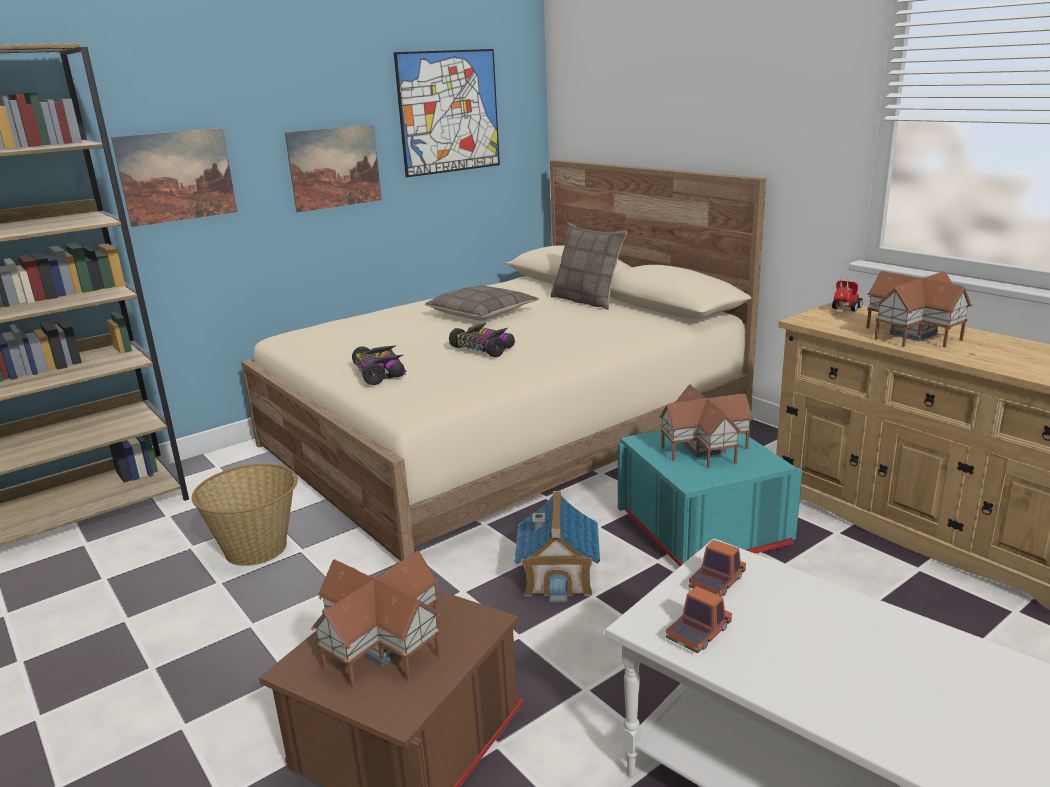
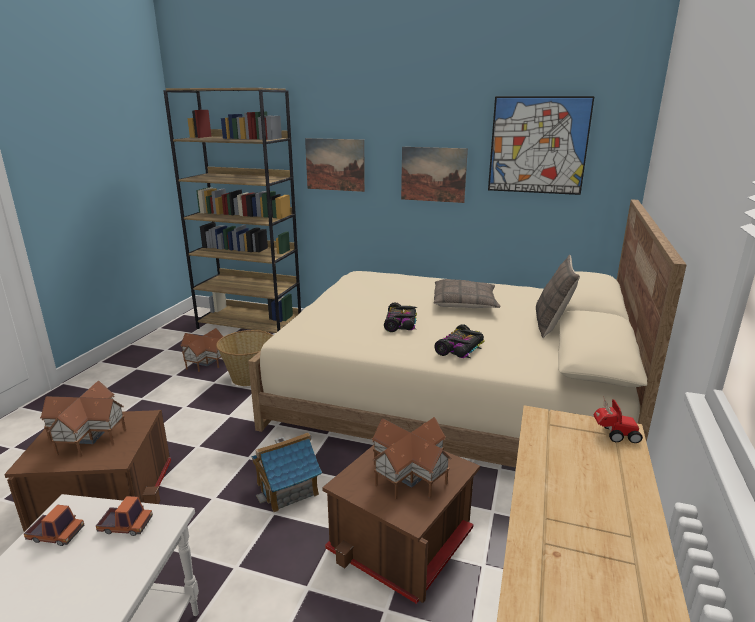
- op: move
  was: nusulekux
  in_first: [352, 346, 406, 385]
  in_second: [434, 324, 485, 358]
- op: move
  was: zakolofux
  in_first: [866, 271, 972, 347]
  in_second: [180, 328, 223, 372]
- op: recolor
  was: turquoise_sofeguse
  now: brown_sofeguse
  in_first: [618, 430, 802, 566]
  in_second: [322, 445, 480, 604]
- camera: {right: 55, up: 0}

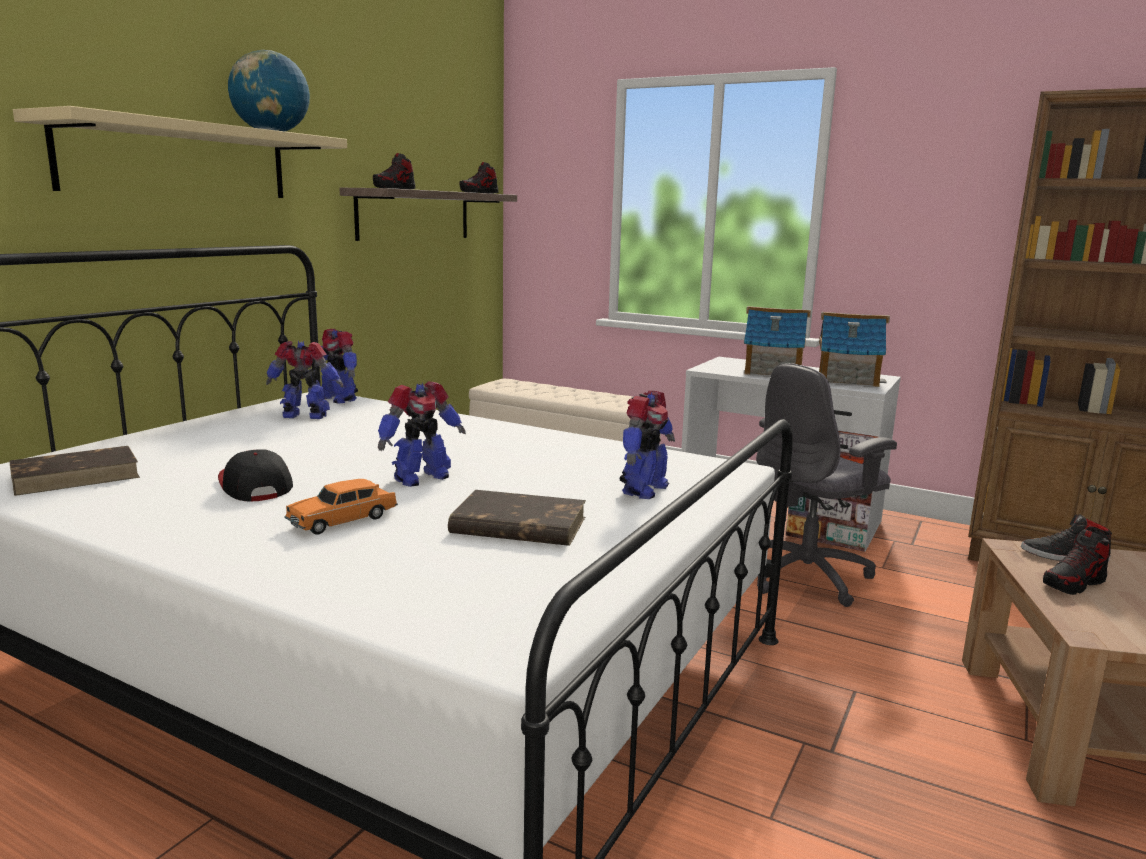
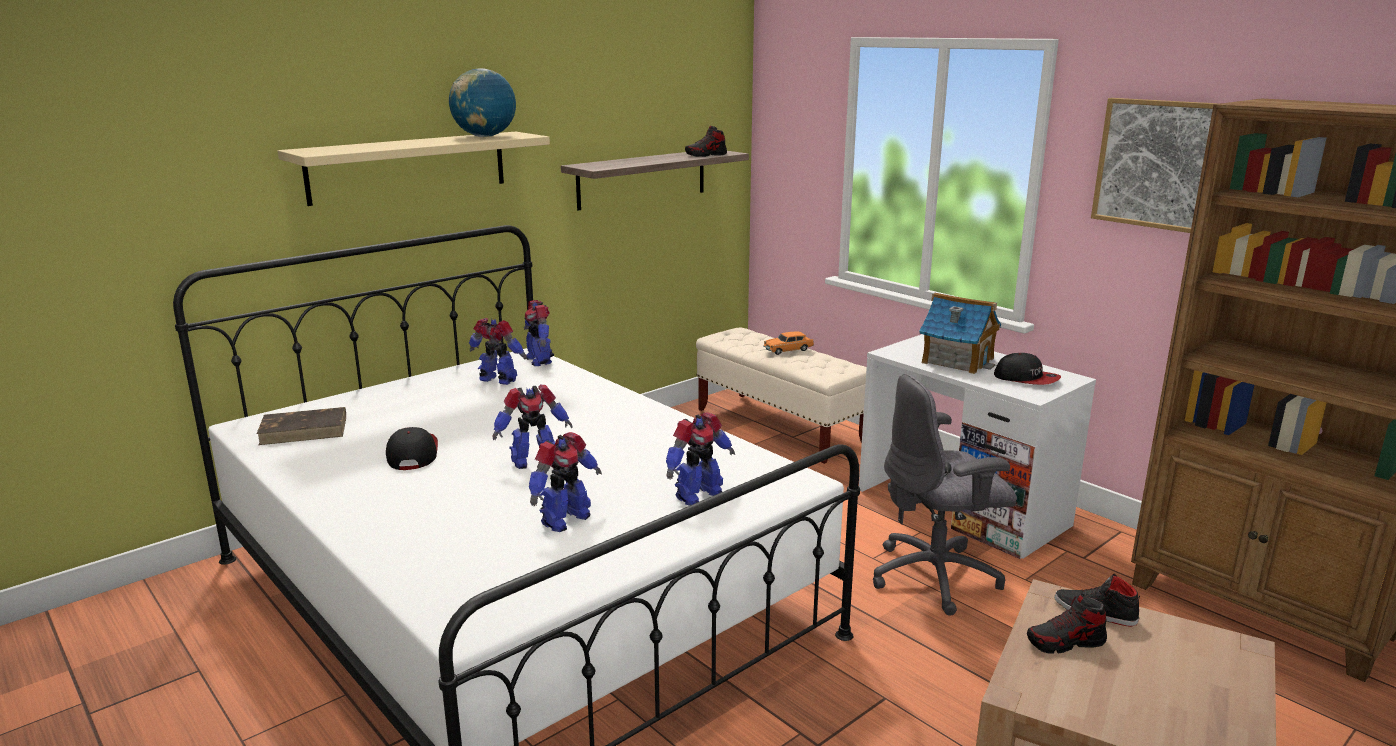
- op: delete
  was: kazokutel
  in_first: [373, 153, 416, 189]
- op: insert
  now: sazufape
  in_second: [1091, 98, 1220, 233]
- op: move
  was: orange_nusulekux
  in_first: [284, 479, 398, 535]
  in_second: [763, 331, 814, 355]
- op: replace
  was: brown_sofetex
  now: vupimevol
  in_first: [448, 490, 586, 546]
  in_second: [529, 432, 602, 532]
- op: replace
  was: zakolofux
  now: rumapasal
  in_first: [819, 312, 890, 387]
  in_second: [994, 353, 1061, 385]
- camera: {right: 20, up: 5}

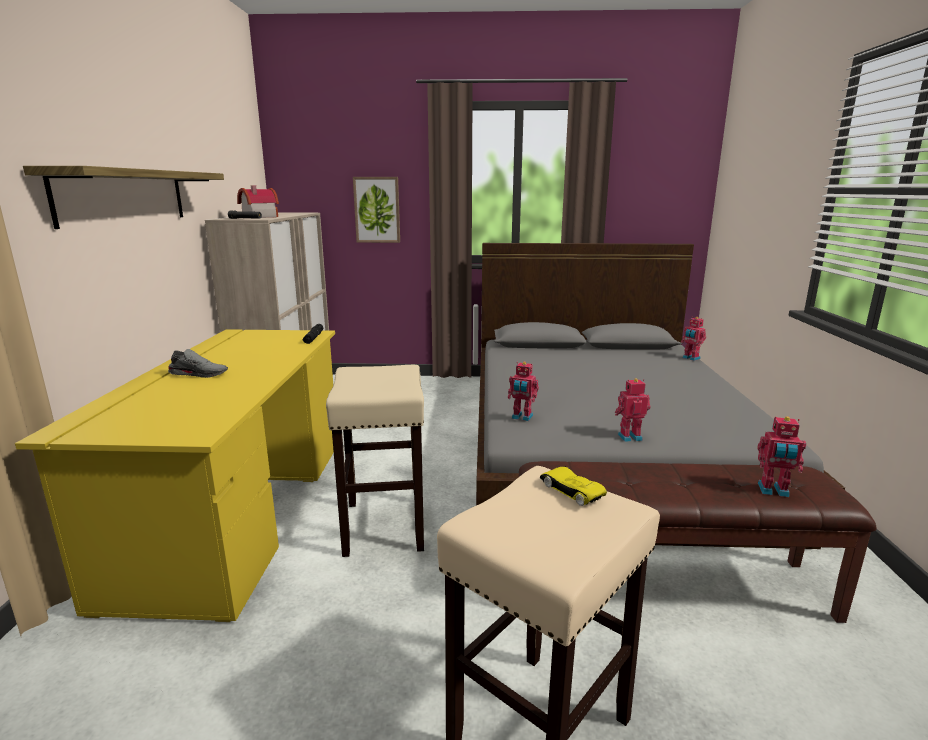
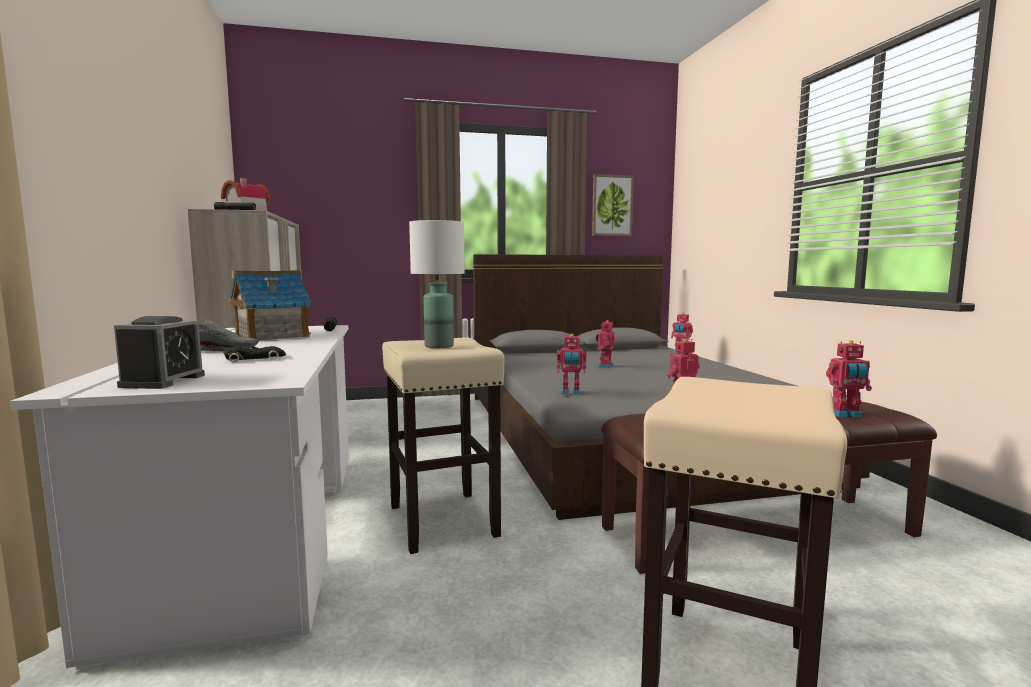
- op: delete
  was: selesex
  in_first: [23, 166, 224, 229]
- op: delete
  was: yellow_nusulekux
  in_first: [540, 466, 607, 506]
- op: insert
  now: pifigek
  in_second: [114, 316, 205, 389]
- op: insert
  now: black_nusulekux
  in_second: [223, 345, 286, 363]
- op: insert
  now: zakolofux
  in_second: [229, 270, 312, 340]
- op: insert
  now: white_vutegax
  in_second: [409, 220, 465, 348]
- op: insert
  now: vupimevol
  in_second: [596, 320, 615, 368]
- op: move
  was: sazufape
  in_first: [353, 177, 400, 243]
  in_second: [592, 174, 634, 236]
- op: recolor
  was: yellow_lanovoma
  now: white_lanovoma
  in_first: [15, 329, 335, 622]
  in_second: [10, 325, 349, 670]
- camera: {right: -15, up: -10}

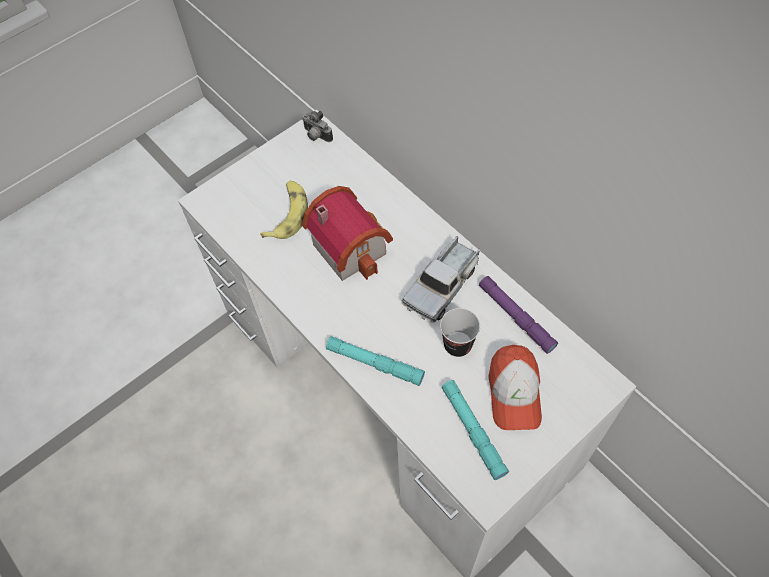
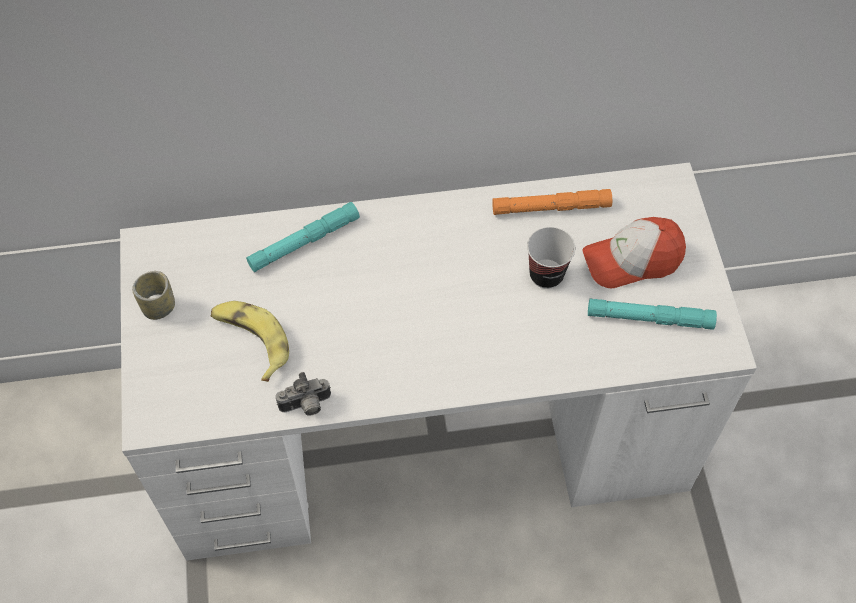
- op: delete
  was: zakolofux
  in_first: [302, 186, 393, 281]
- op: delete
  was: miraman
  in_first: [402, 236, 480, 323]
- op: insert
  now: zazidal
  in_second: [132, 271, 175, 320]
- op: move
  was: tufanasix
  in_first: [302, 111, 333, 142]
  in_second: [276, 372, 331, 416]
- op: move
  was: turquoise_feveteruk
  in_first: [326, 336, 425, 386]
  in_second: [246, 202, 360, 272]
- op: recolor
  was: purple_feveteruk
  now: orange_feveteruk
  in_first: [479, 276, 558, 354]
  in_second: [492, 189, 612, 215]
- op: rotate
  was: rumapasal
  in_first: [488, 345, 542, 430]
  in_second: [582, 217, 686, 288]
  clockwise: 135
- camera: {right: -60, up: 0}

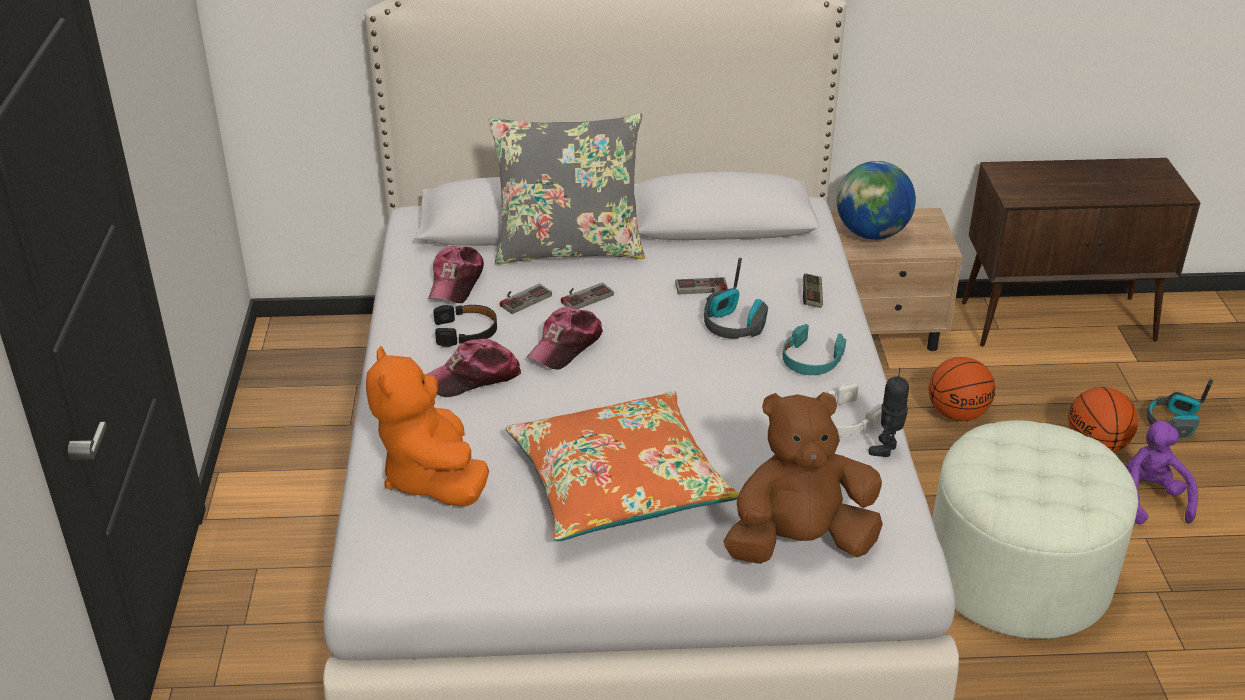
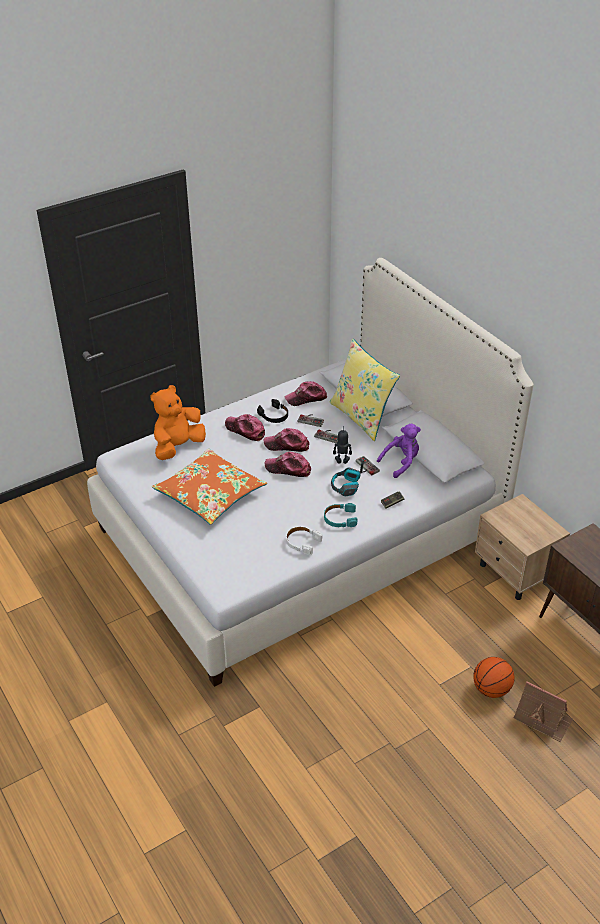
- op: delete
  was: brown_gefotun
  in_first: [723, 392, 883, 564]
- op: delete
  was: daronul
  in_first: [837, 161, 916, 240]
- op: delete
  was: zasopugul
  in_first: [929, 357, 995, 421]
- op: delete
  was: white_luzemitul
  in_first: [932, 420, 1138, 639]
- op: insert
  now: rumapasal
  in_second: [265, 452, 311, 477]
- op: move
  was: vupimevol
  in_first: [869, 368, 909, 457]
  in_second: [333, 430, 352, 464]
- op: move
  was: purple_gefotun
  in_first: [1125, 421, 1198, 525]
  in_second: [377, 424, 421, 478]
- op: replace
  was: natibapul
  now: zakolofux
  in_first: [1146, 378, 1213, 438]
  in_second: [514, 681, 573, 742]
- op: recolor
  was: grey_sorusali
  now: yellow_sorusali
  in_first: [488, 113, 645, 265]
  in_second: [329, 338, 400, 441]
- camera: {right: 60, up: 5}

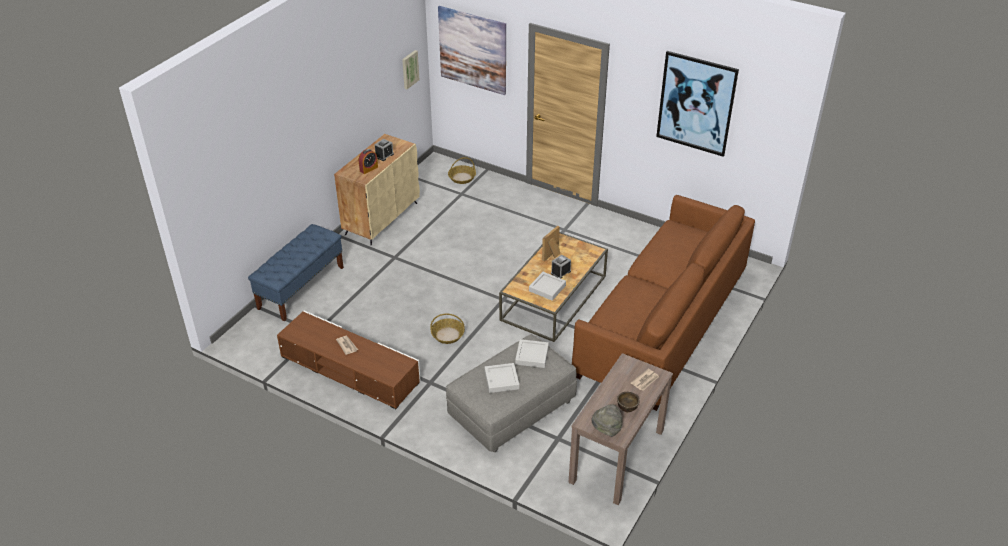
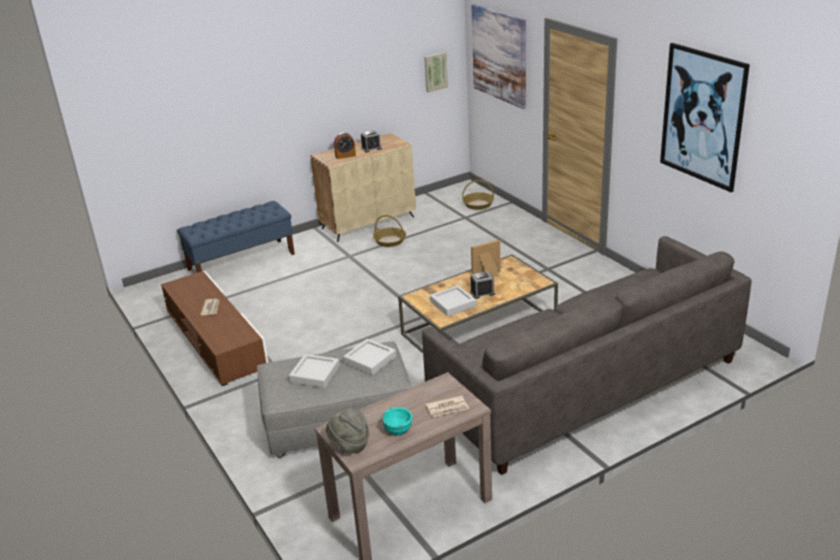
- op: move
  was: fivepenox
  in_first: [430, 313, 465, 344]
  in_second: [373, 215, 406, 247]
- op: recolor
  was: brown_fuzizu
  now: grey_fuzizu
  in_first: [572, 195, 755, 411]
  in_second: [422, 236, 751, 475]
- op: recolor
  was: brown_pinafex
  now: turquoise_pinafex
  in_first: [617, 392, 640, 412]
  in_second: [382, 407, 413, 435]
- camera: {right: 30, up: -10}

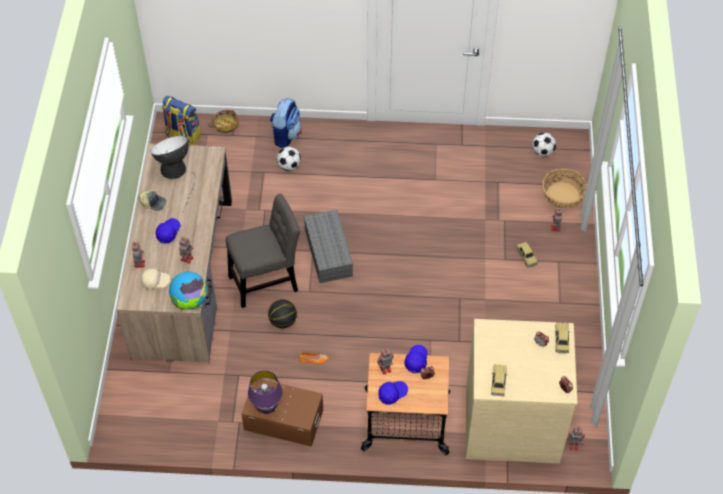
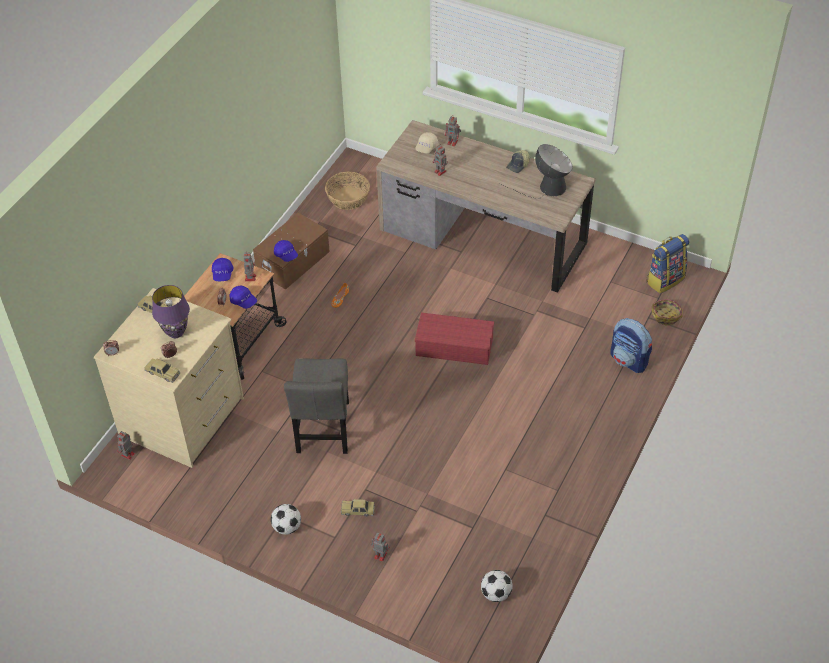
- op: delete
  was: daronul
  in_first: [169, 272, 207, 310]
- op: delete
  was: zasopugul
  in_first: [268, 300, 297, 328]
- op: move
  was: blue_rumapasal
  in_first: [156, 218, 180, 244]
  in_second: [274, 240, 298, 262]
- op: move
  was: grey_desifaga
  in_first: [226, 194, 300, 308]
  in_second: [284, 358, 349, 454]
- op: move
  was: purple_vutegax
  in_first: [248, 370, 282, 414]
  in_second: [152, 285, 190, 338]
- op: move
  was: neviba
  in_first: [277, 147, 301, 171]
  in_second: [271, 504, 301, 535]
- op: move
  was: fivepenox
  in_first: [542, 168, 587, 208]
  in_second: [325, 172, 370, 210]
- op: recolor
  was: grey_sofeguse
  now: red_sofeguse
  in_first: [304, 210, 353, 283]
  in_second: [415, 313, 494, 365]
- camera: {right: 115, up: -5}

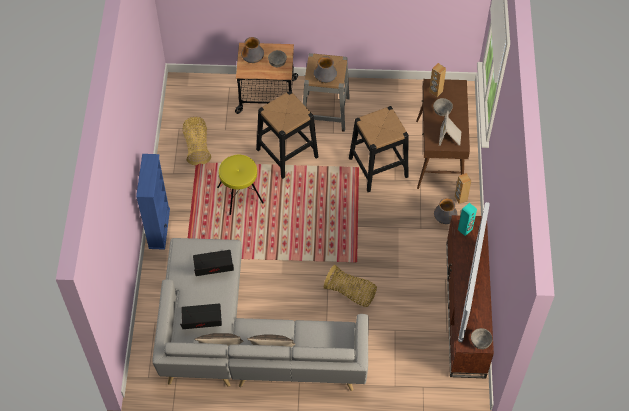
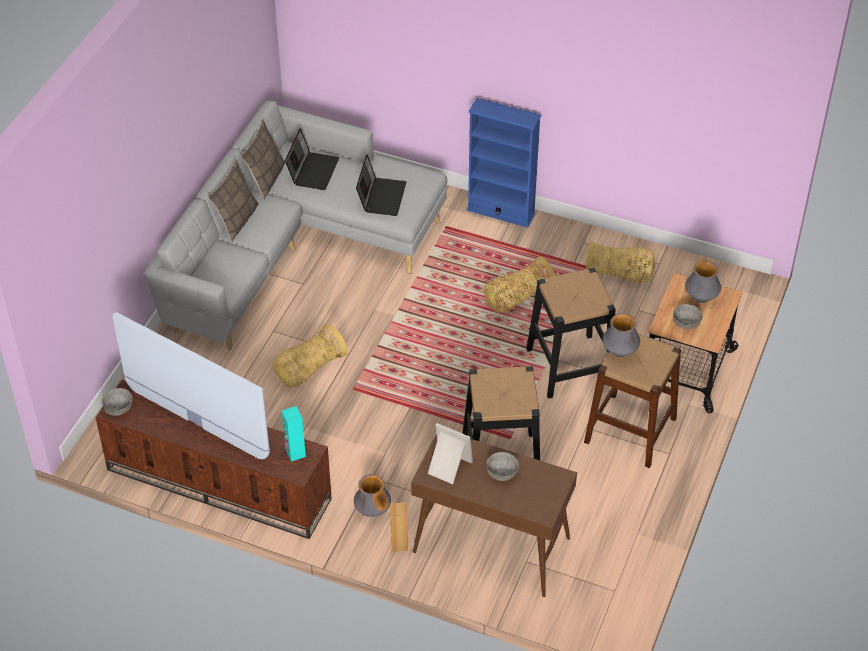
- op: delete
  was: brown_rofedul
  in_first: [429, 63, 446, 97]
- op: replace
  was: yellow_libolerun
  now: fivepenox
  in_first: [217, 155, 264, 215]
  in_second: [484, 257, 555, 313]
- op: recolor
  was: grey_libolerun
  now: brown_libolerun
  in_first: [303, 53, 350, 132]
  in_second: [584, 333, 681, 468]
- camera: {right: 110, up: -10}

